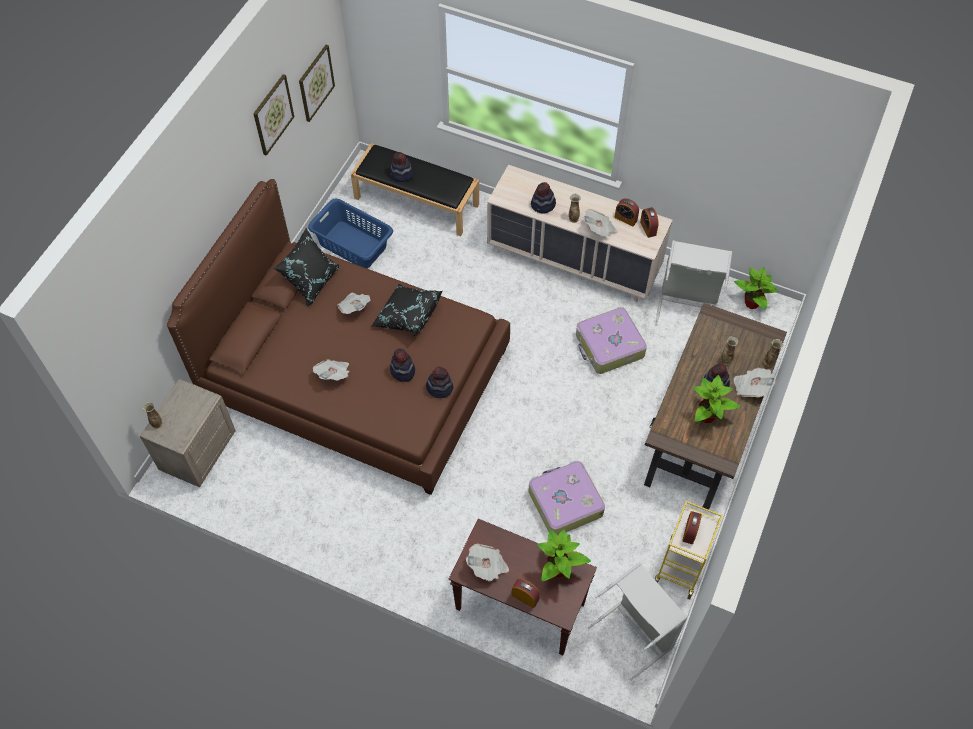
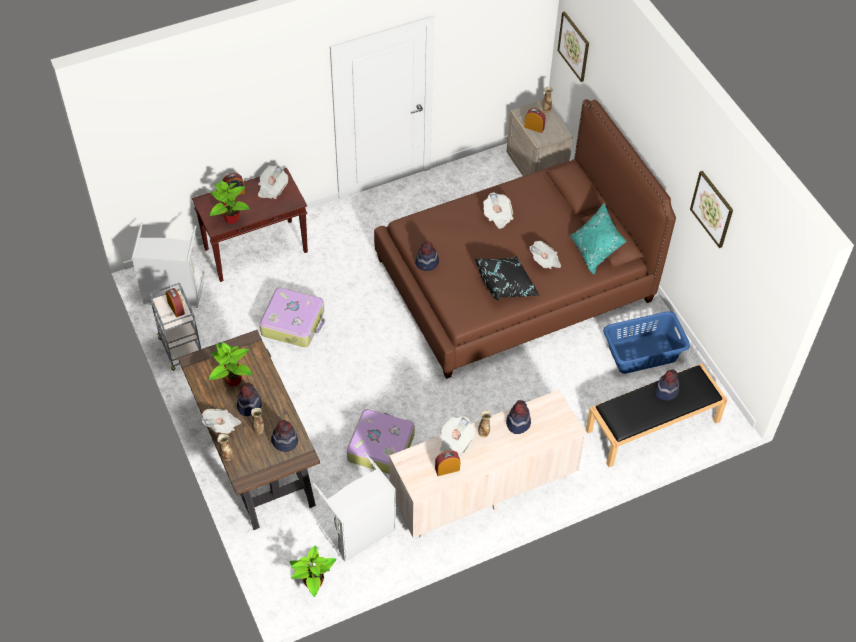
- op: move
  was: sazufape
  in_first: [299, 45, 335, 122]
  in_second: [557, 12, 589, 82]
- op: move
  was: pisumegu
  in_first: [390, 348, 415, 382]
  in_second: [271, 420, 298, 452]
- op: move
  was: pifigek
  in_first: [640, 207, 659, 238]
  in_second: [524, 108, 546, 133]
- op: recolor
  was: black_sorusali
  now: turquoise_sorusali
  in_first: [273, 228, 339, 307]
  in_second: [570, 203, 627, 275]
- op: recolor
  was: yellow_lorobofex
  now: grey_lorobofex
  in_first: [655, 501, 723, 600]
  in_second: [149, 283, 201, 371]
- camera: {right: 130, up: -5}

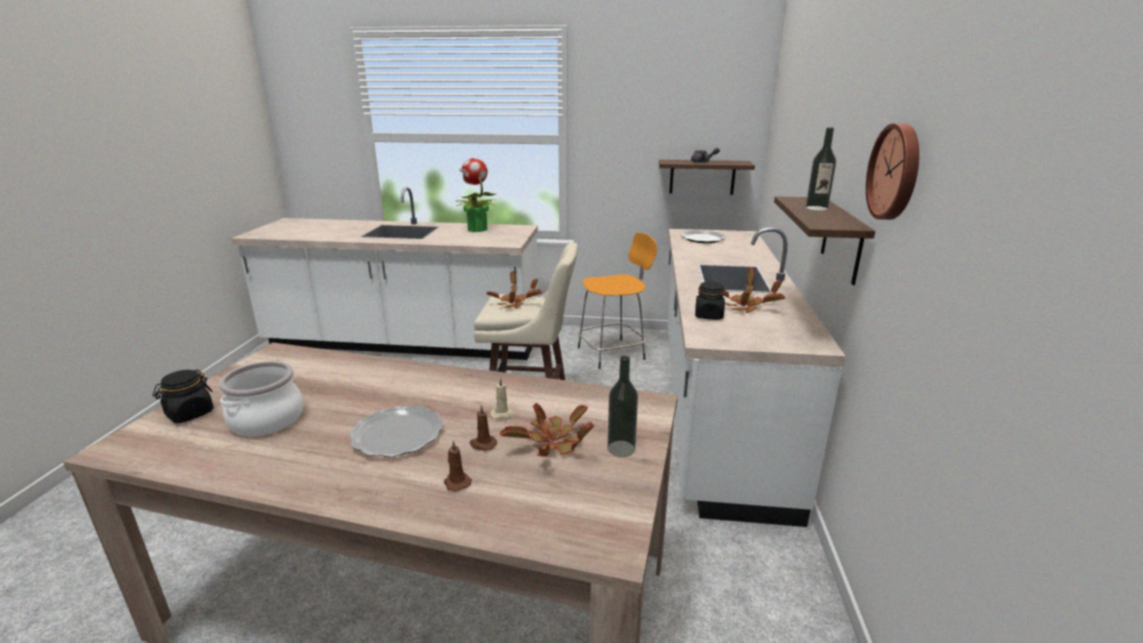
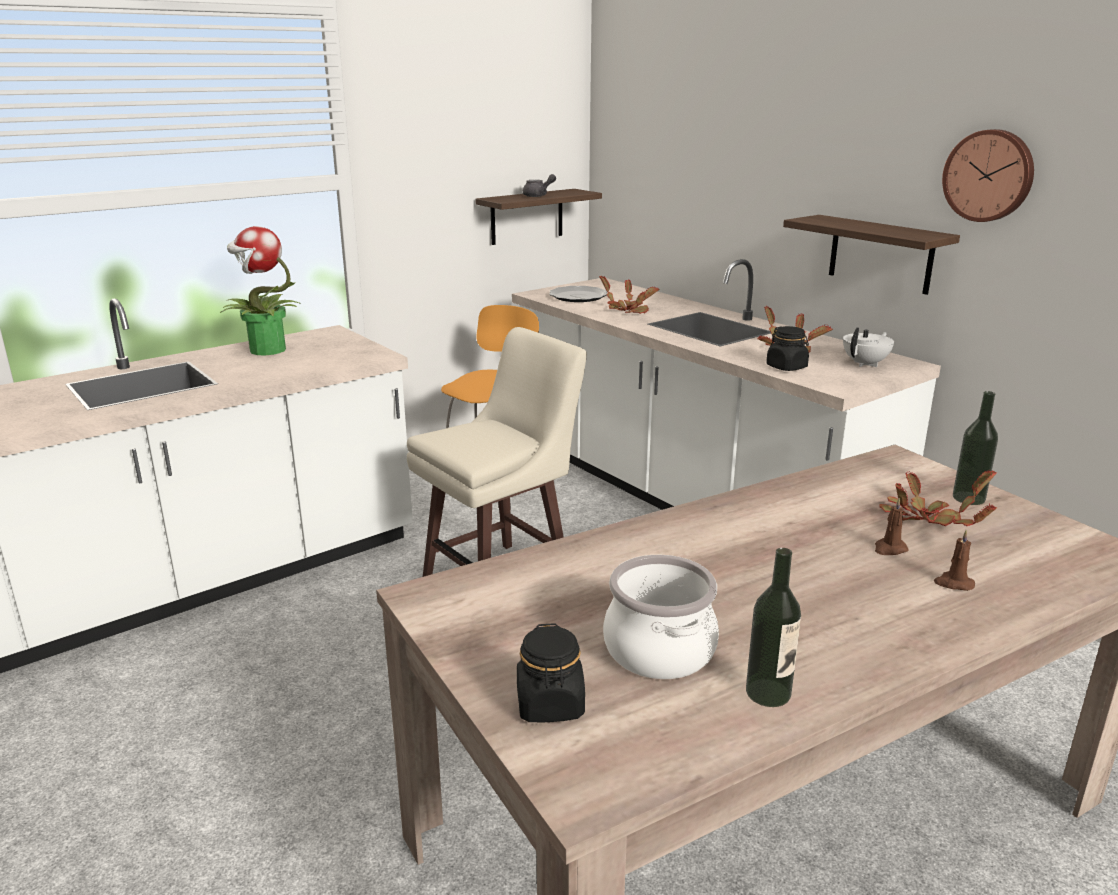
- op: delete
  was: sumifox
  in_first: [349, 406, 443, 457]
- op: delete
  was: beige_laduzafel
  in_first: [490, 377, 517, 419]
- op: insert
  now: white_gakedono
  in_second: [843, 327, 894, 367]
- op: move
  was: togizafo
  in_first: [486, 271, 542, 308]
  in_second: [599, 276, 660, 314]
- op: move
  was: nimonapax
  in_first: [806, 127, 836, 211]
  in_second: [746, 548, 801, 707]
- camera: {right: -45, up: 0}

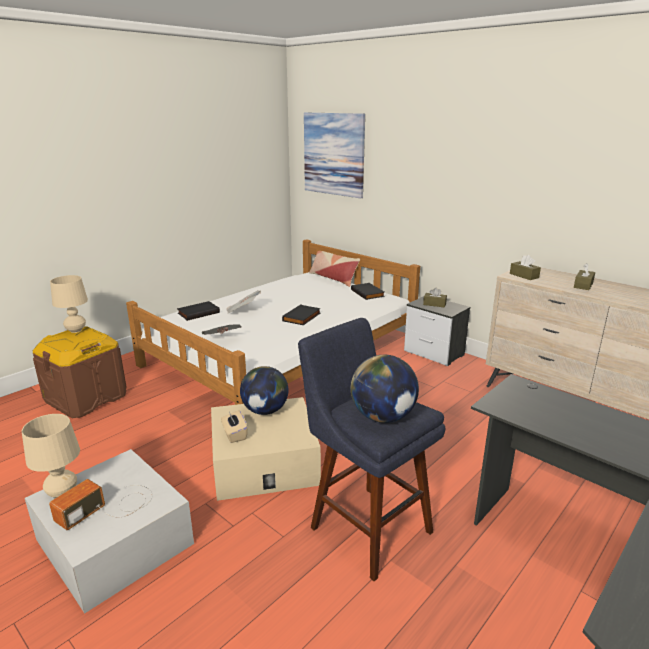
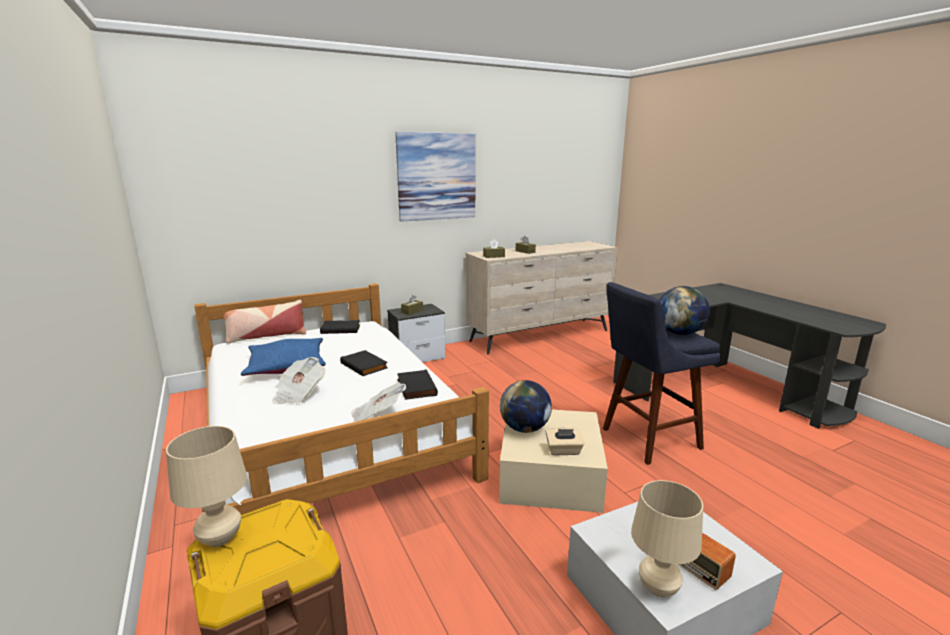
- op: insert
  now: blue_sorusali
  in_second: [241, 338, 326, 376]
- op: move
  was: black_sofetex
  in_first: [177, 301, 220, 321]
  in_second: [397, 369, 438, 400]
- op: move
  was: sazufape
  in_first: [304, 113, 365, 199]
  in_second: [395, 132, 475, 222]
- camera: {right: -70, up: -5}

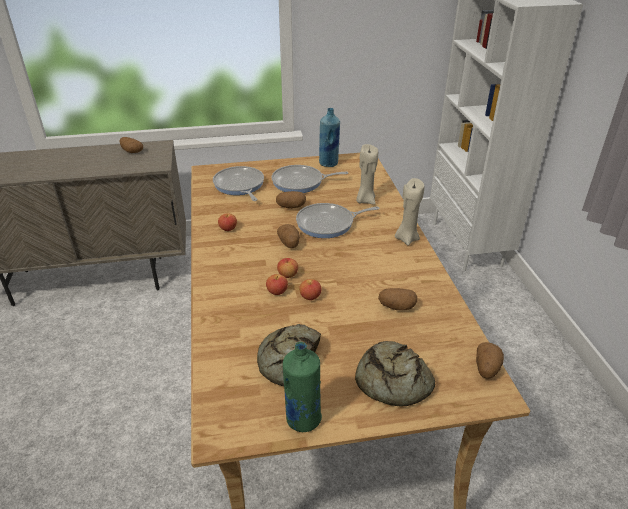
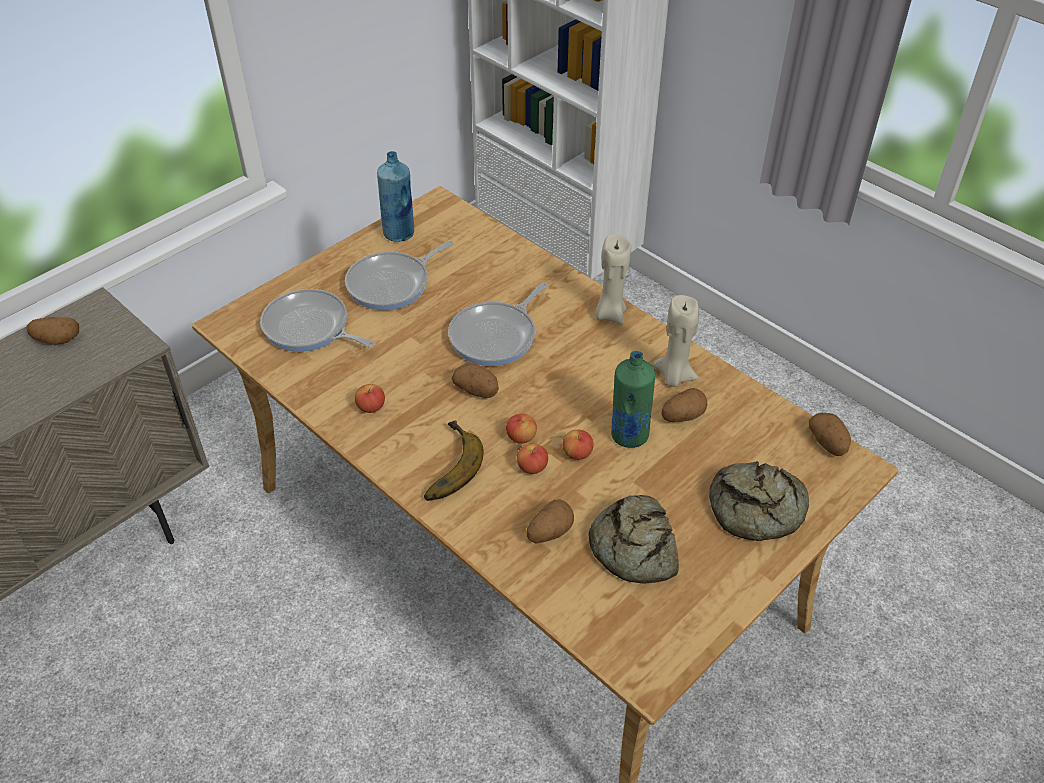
- op: insert
  now: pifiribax
  in_second: [424, 421, 484, 501]
- op: move
  was: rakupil
  in_first: [276, 191, 306, 209]
  in_second: [527, 499, 574, 543]
- op: move
  was: green_nimonapax
  in_first: [283, 342, 322, 432]
  in_second: [611, 351, 655, 448]
- op: move
  was: beige_laduzafel
  in_first: [356, 144, 378, 204]
  in_second: [653, 295, 699, 387]
- camera: {right: -35, up: 10}

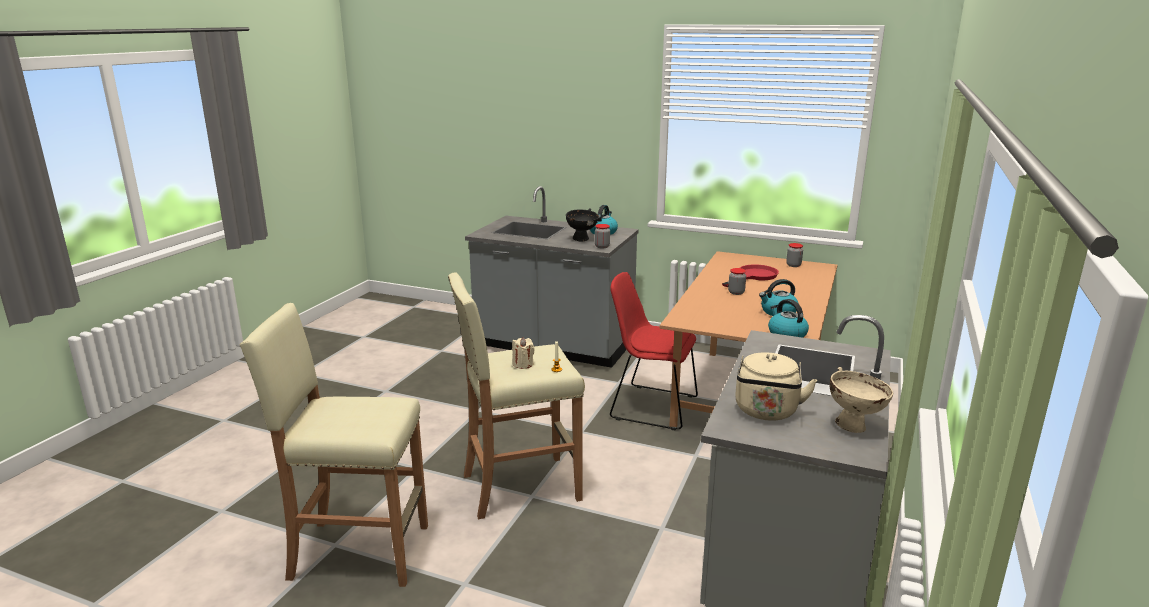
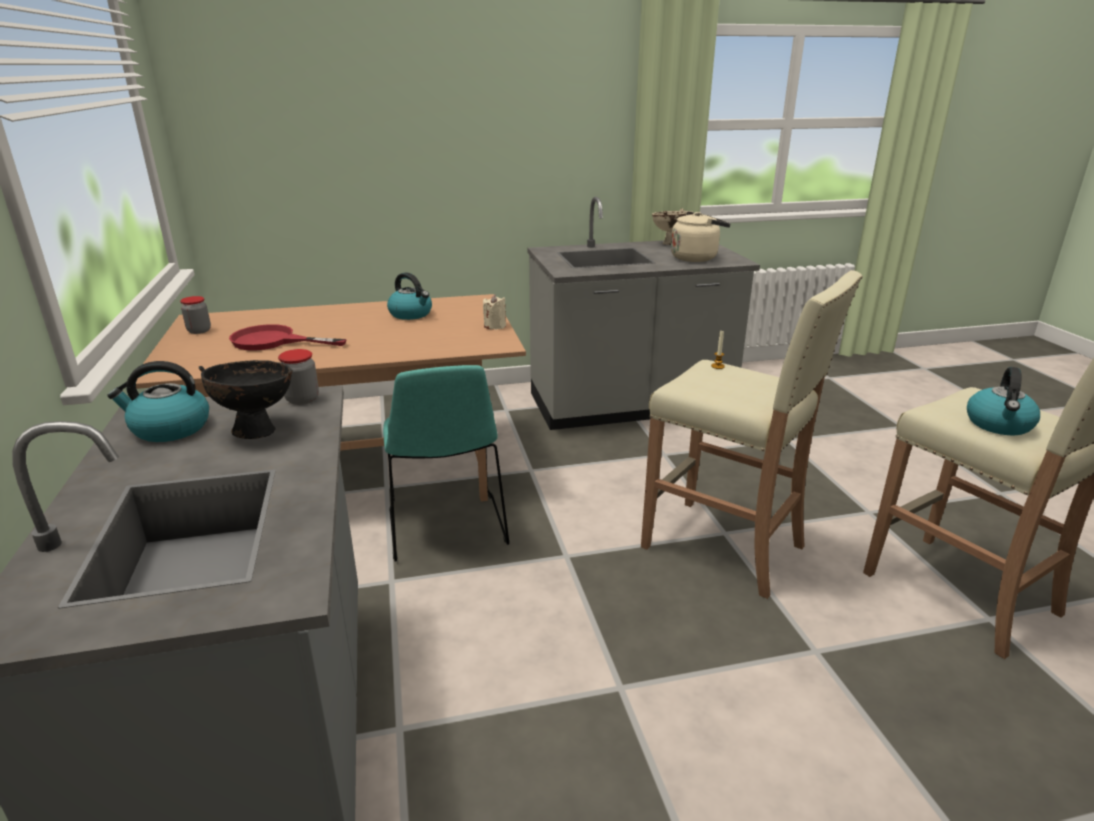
- op: delete
  was: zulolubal
  in_first: [728, 268, 746, 295]
- op: move
  was: beige_laduzafel
  in_first: [512, 337, 535, 369]
  in_second: [483, 295, 506, 330]
- op: move
  was: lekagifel
  in_first: [768, 299, 809, 338]
  in_second: [967, 367, 1040, 435]
- op: recolor
  was: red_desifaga
  now: turquoise_desifaga
  in_first: [610, 272, 698, 431]
  in_second: [383, 365, 509, 562]
- camera: {right: -125, up: 5}

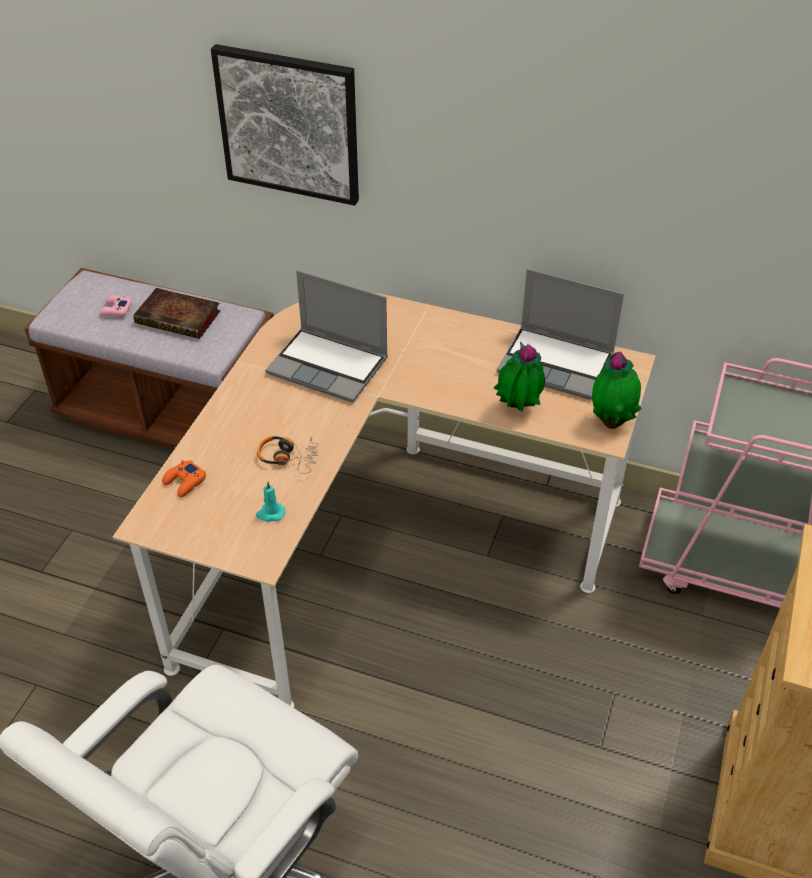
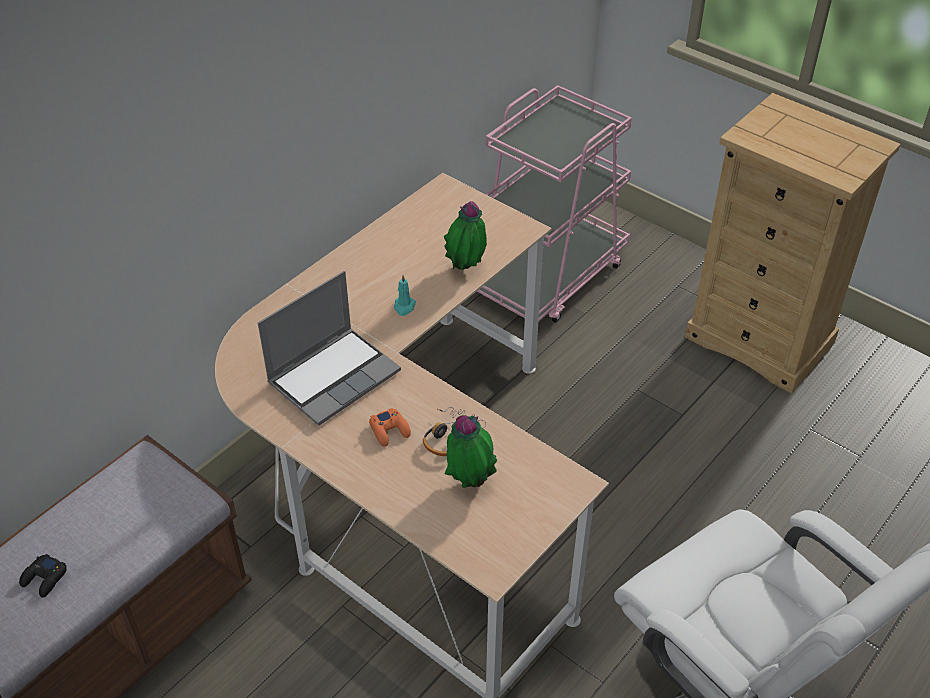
- op: delete
  was: sofetex
  in_first: [134, 288, 220, 339]
- op: delete
  was: sazufape
  in_first: [211, 44, 359, 206]
- op: delete
  was: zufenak
  in_first: [497, 269, 624, 400]
- op: move
  was: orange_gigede
  in_first: [162, 460, 206, 498]
  in_second: [369, 408, 411, 447]
- op: move
  was: turquoise_laduzafel
  in_first: [256, 481, 285, 522]
  in_second: [394, 275, 416, 316]
- op: move
  was: togizafo
  in_first: [592, 352, 642, 429]
  in_second: [445, 415, 497, 488]
- op: recolor
  was: pink_gigede
  now: black_gigede
  in_first: [99, 295, 132, 317]
  in_second: [19, 554, 67, 597]
- camera: {right: -70, up: 0}

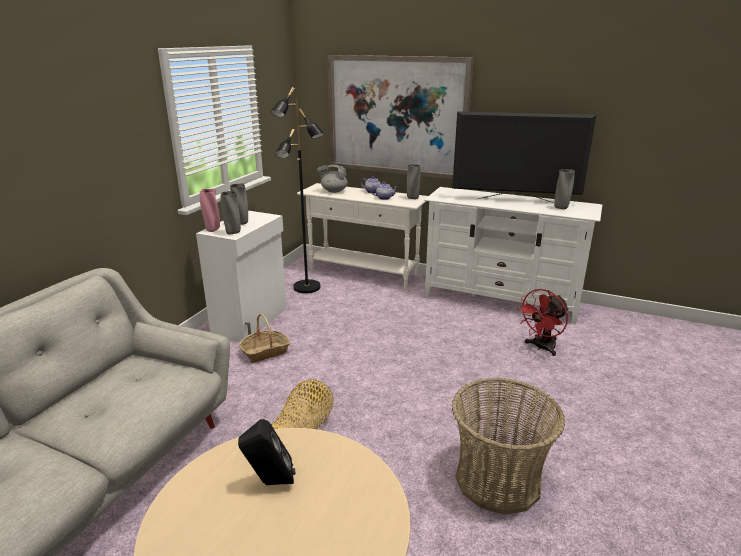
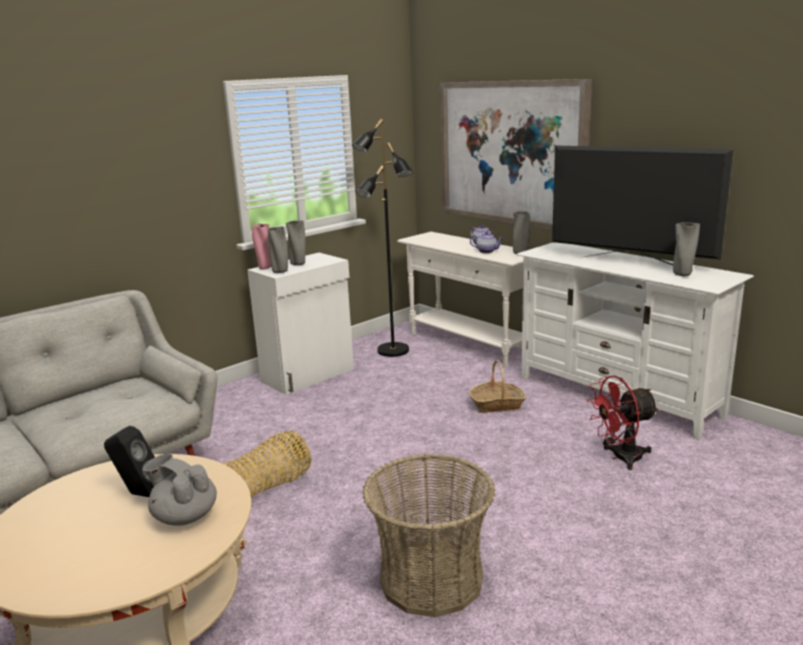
- op: move
  was: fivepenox
  in_first: [239, 314, 291, 363]
  in_second: [469, 360, 527, 413]
- op: move
  was: grey_gakedono
  in_first: [317, 165, 348, 193]
  in_second: [143, 454, 217, 526]
- camera: {right: 25, up: -5}

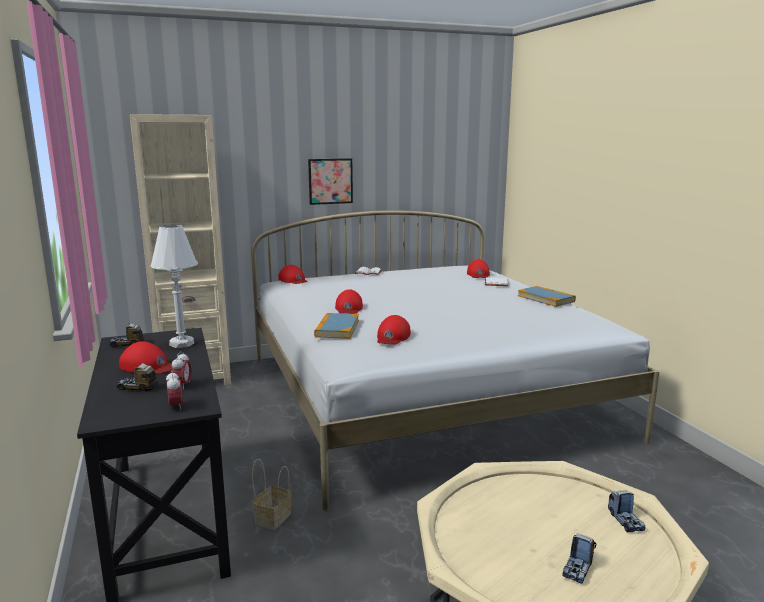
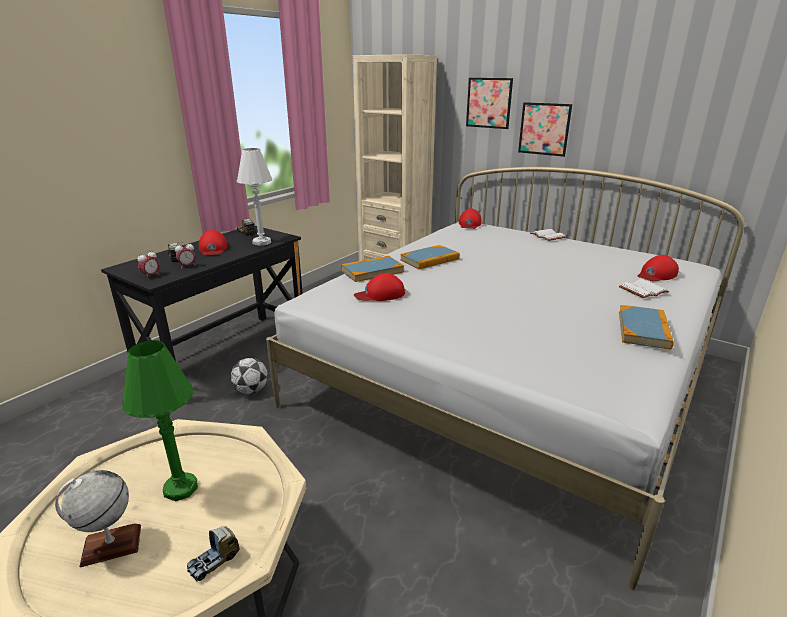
- op: insert
  now: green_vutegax
  in_second: [122, 340, 198, 501]
- op: insert
  now: sazufape
  in_second: [466, 78, 513, 129]
- op: replace
  was: fivepenox
  now: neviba
  in_first: [252, 459, 292, 530]
  in_second: [231, 358, 268, 394]
- op: replace
  was: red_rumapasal
  now: sofetex
  in_first: [335, 289, 363, 314]
  in_second: [400, 245, 460, 270]
- op: replace
  was: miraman
  now: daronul
  in_first: [563, 533, 596, 584]
  in_second: [55, 470, 141, 567]
- camera: {right: 55, up: 10}

